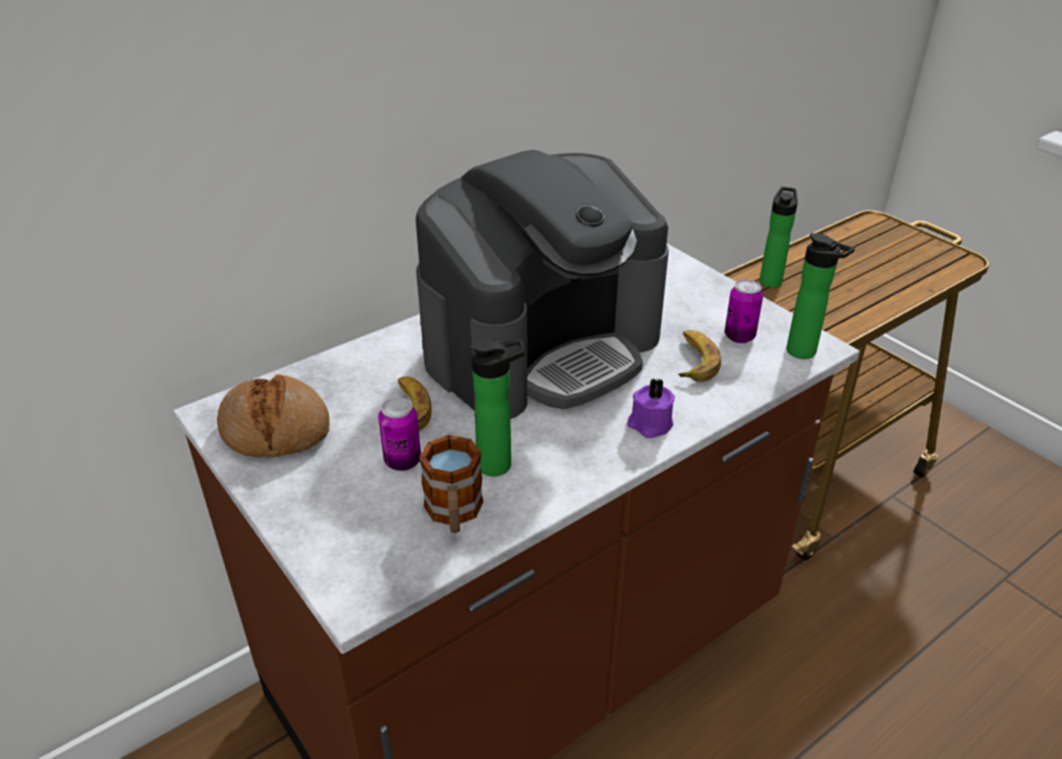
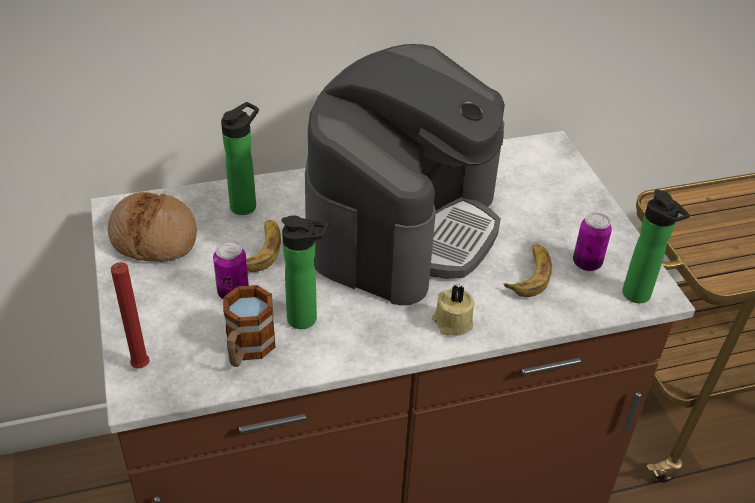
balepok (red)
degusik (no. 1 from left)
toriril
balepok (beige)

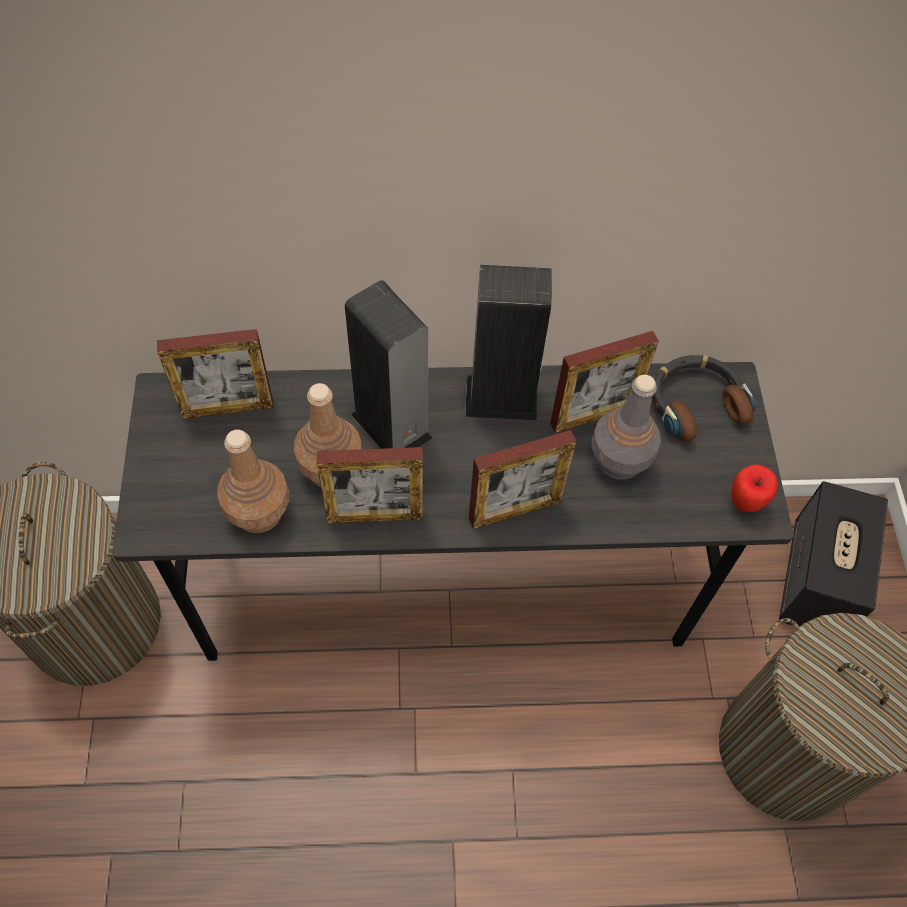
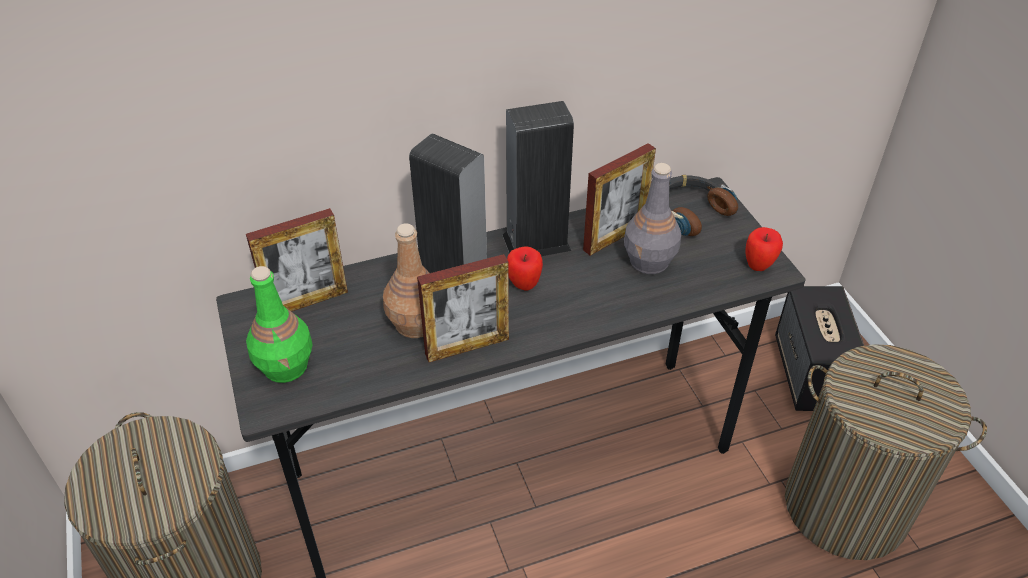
degusik (green)
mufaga (no. 1 from left)
degusik (brown) (no. 1 from left in the first image)
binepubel (no. 3 from left in the first image)

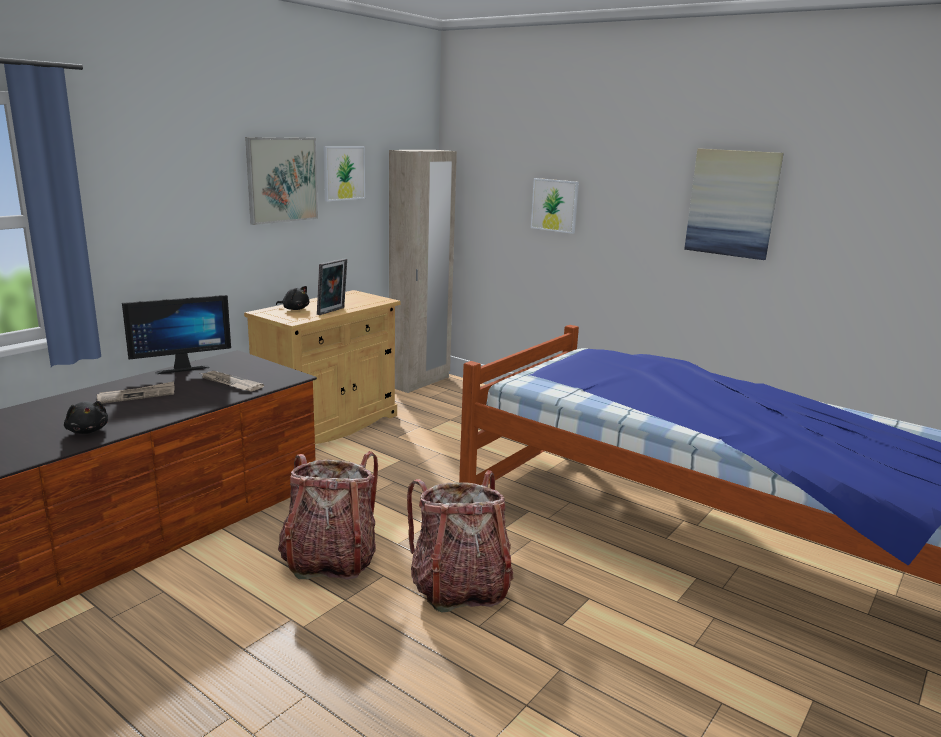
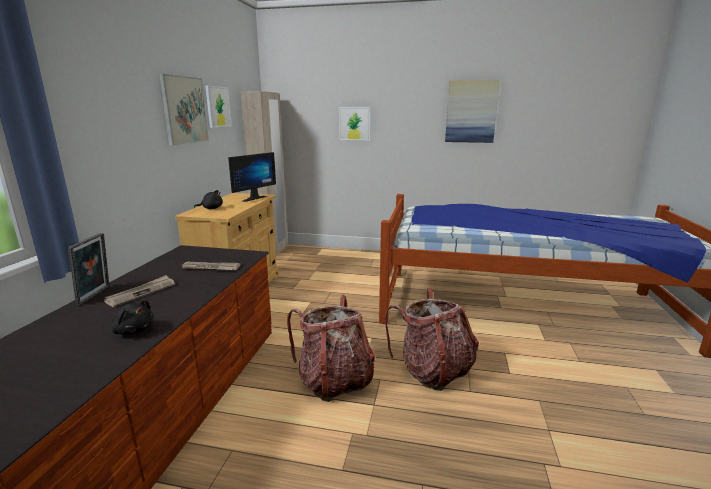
binepubel
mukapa

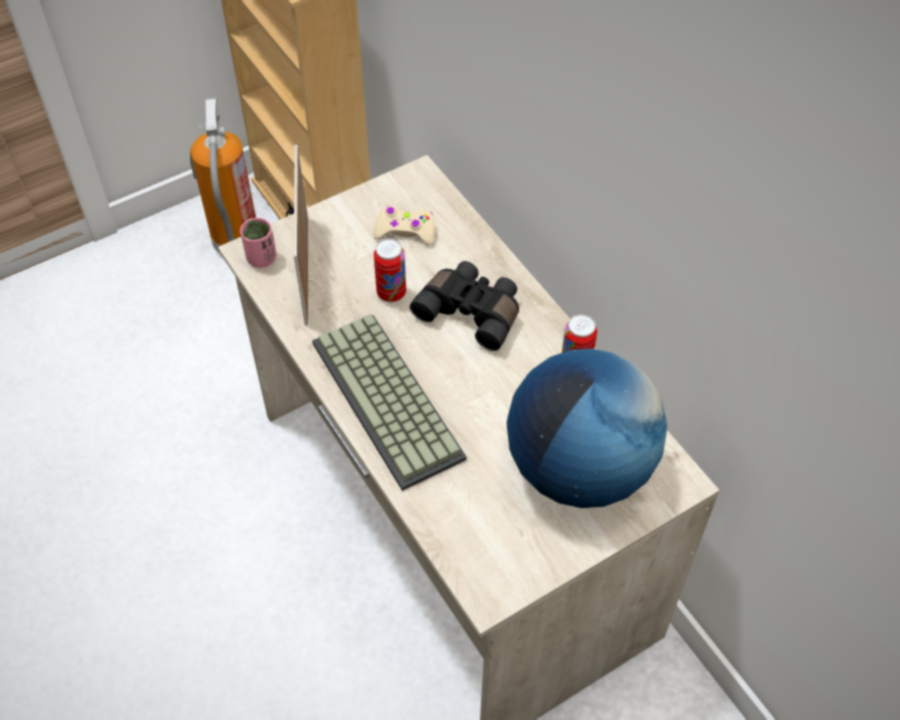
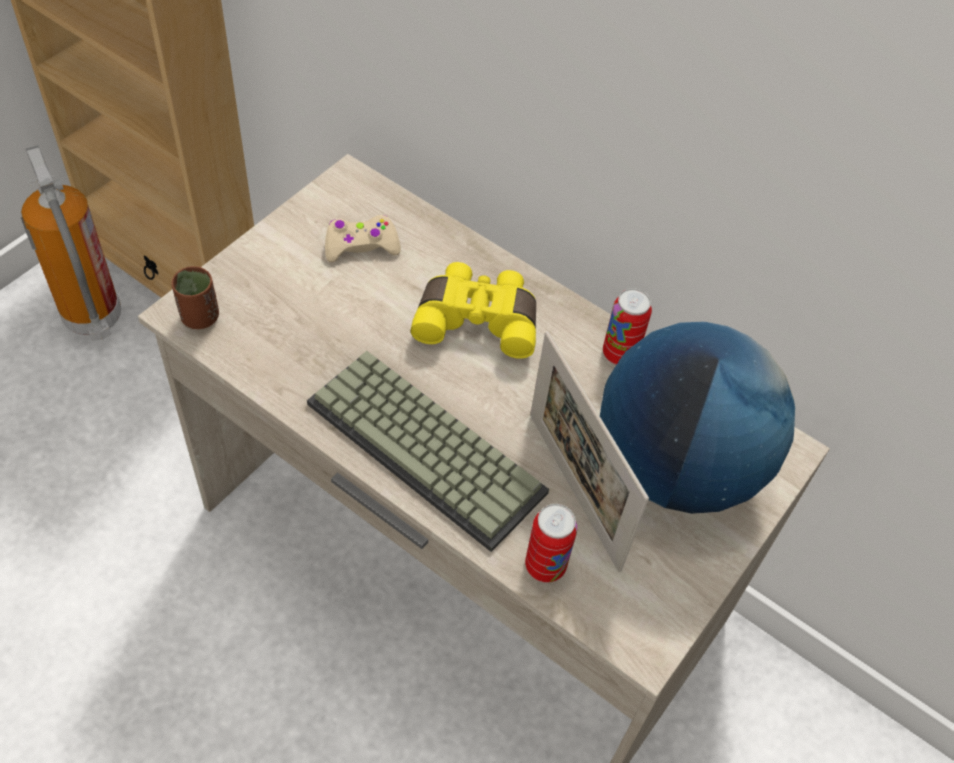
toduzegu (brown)
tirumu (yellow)
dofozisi (no. 1 from left)
binepubel

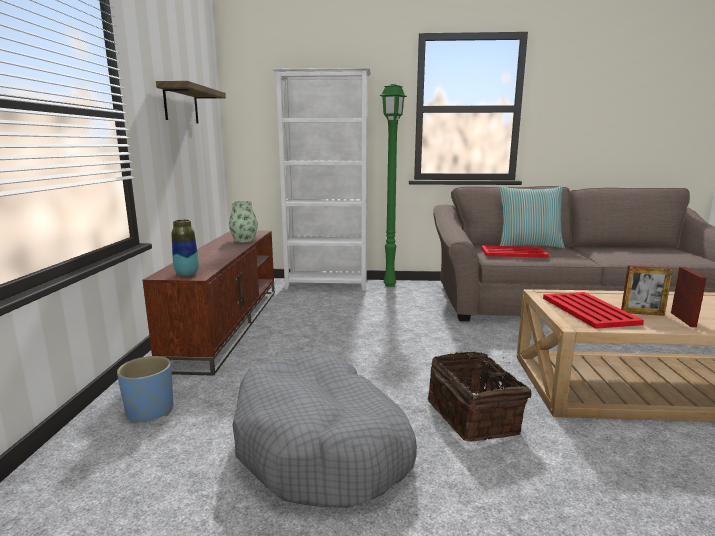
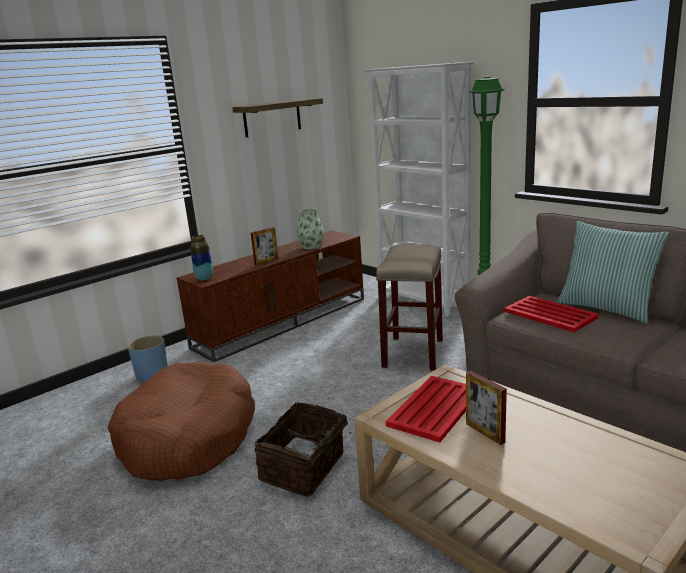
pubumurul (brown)
binepubel (no. 1 from left)
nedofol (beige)

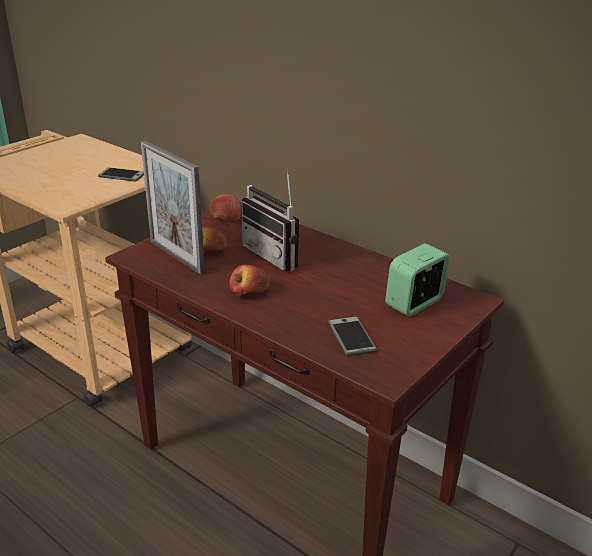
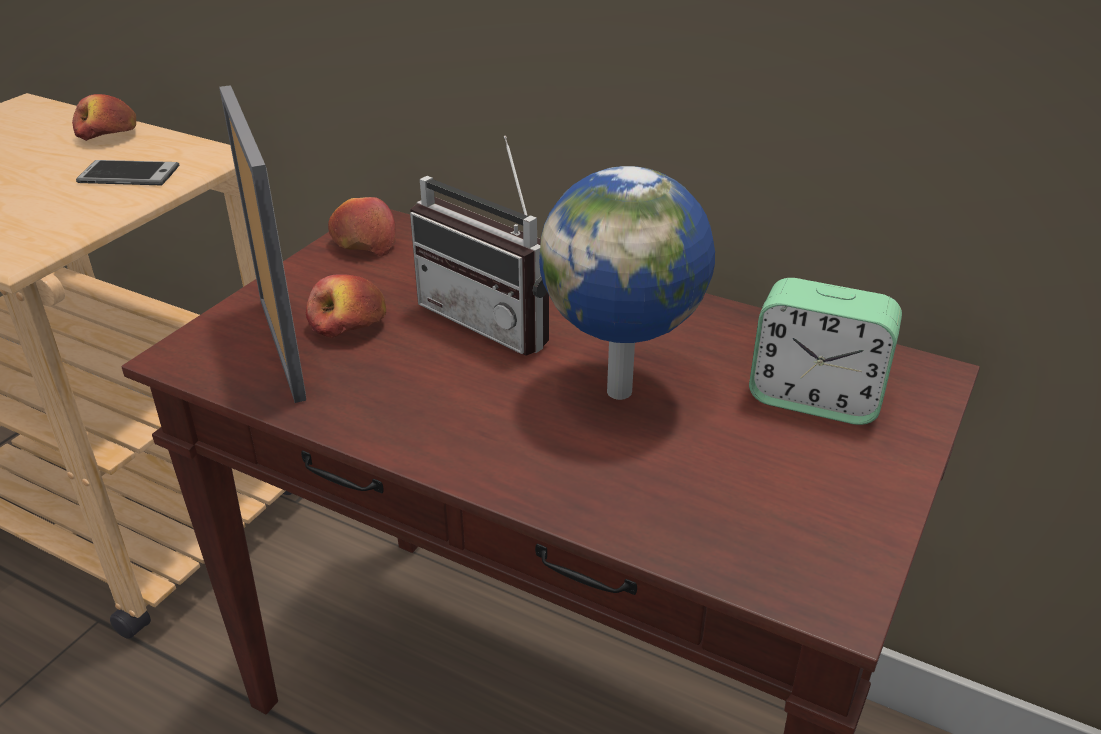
mufaga (no. 1 from left)
binepubel
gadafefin
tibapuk
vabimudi (no. 2 from left in the first image)

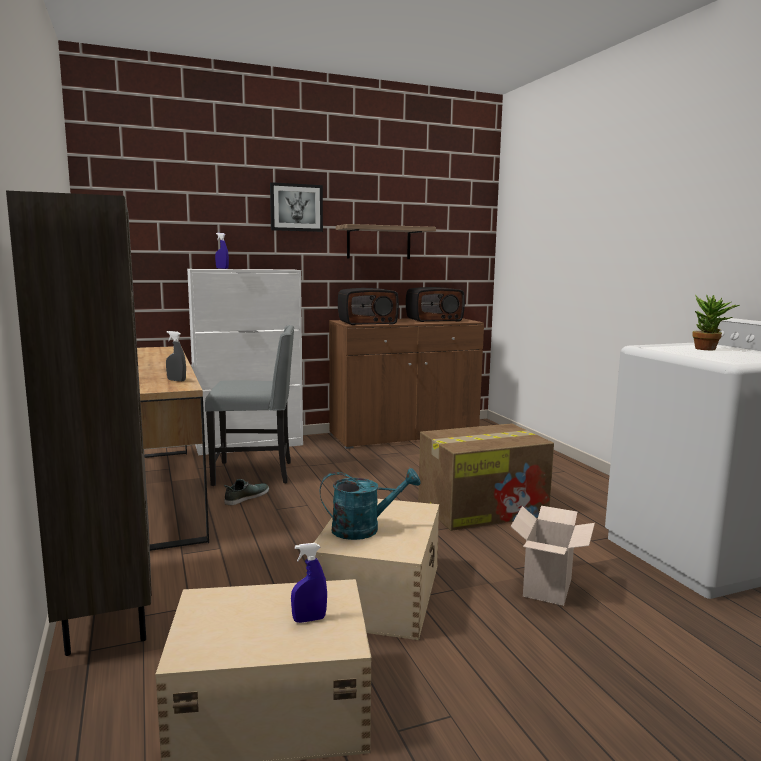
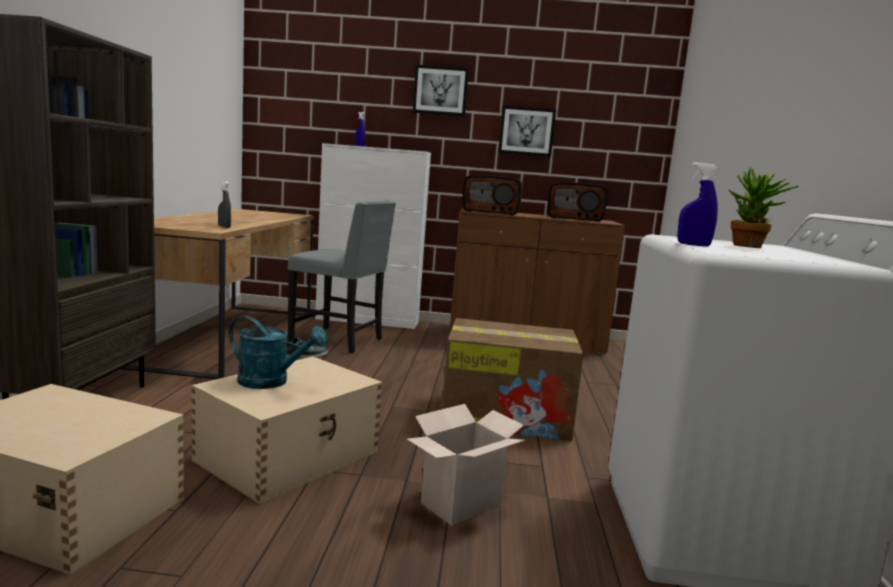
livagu (no. 2 from left)
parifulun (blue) (no. 2 from left)

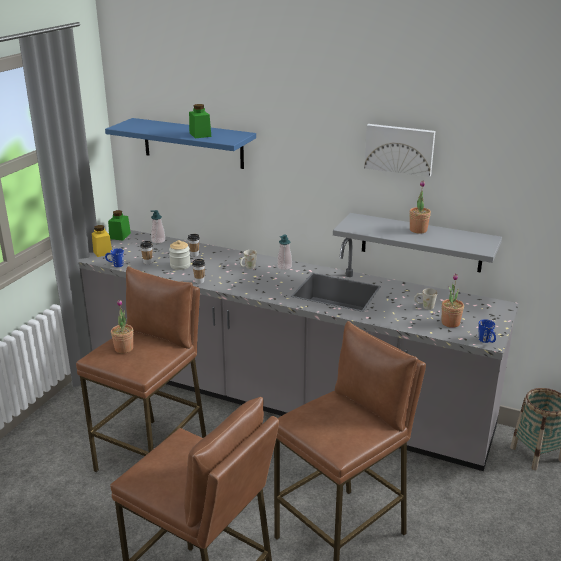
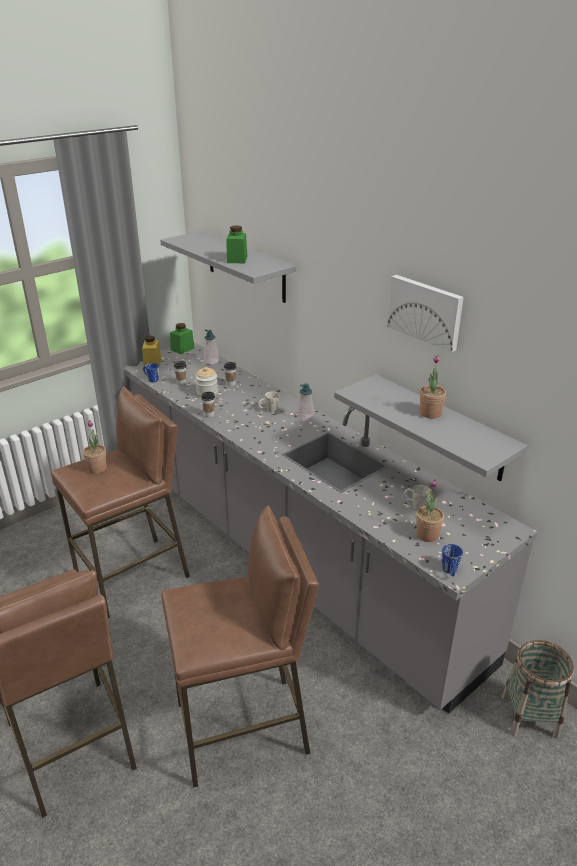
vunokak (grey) (no. 1 from left)

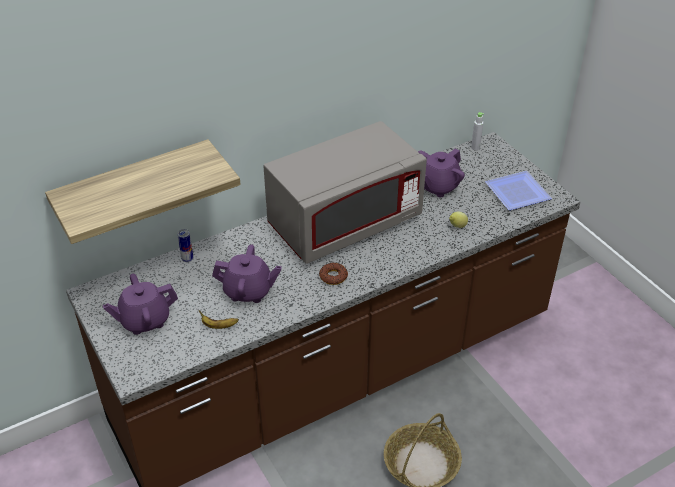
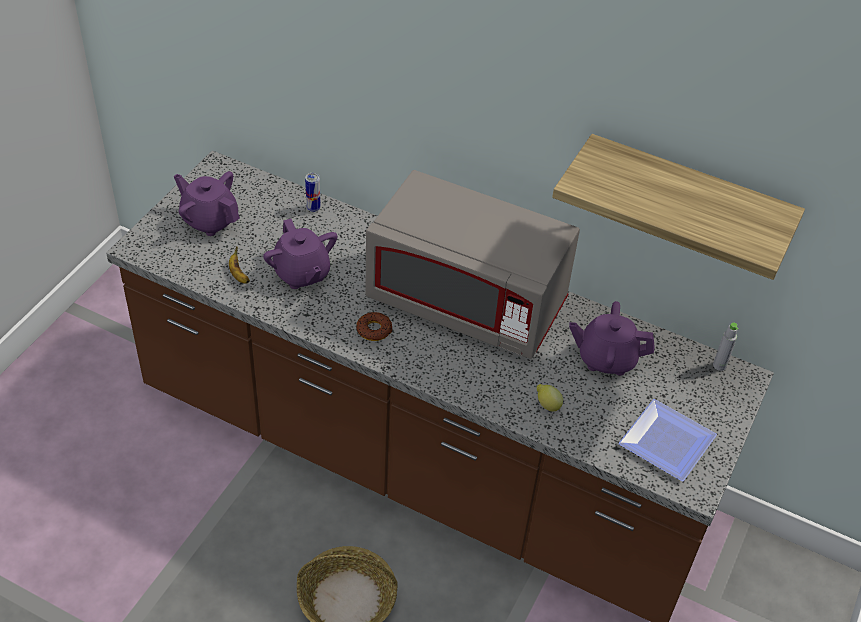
vunokak

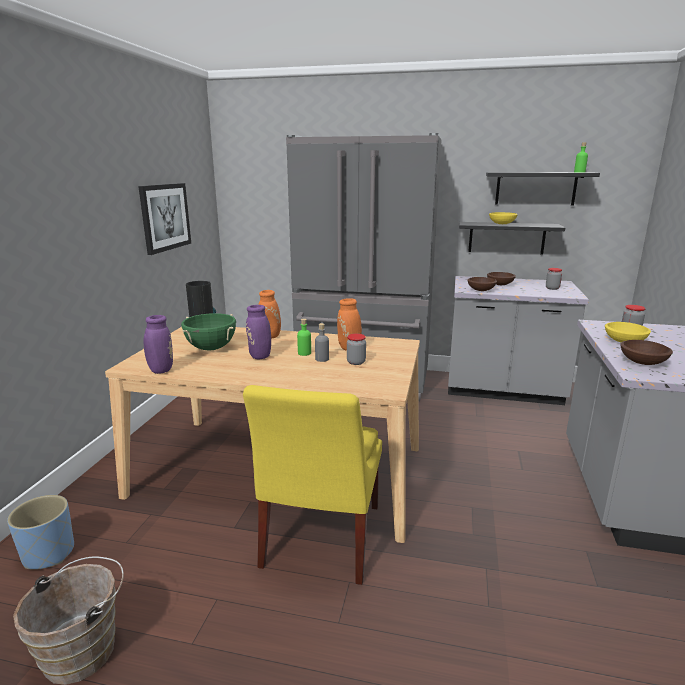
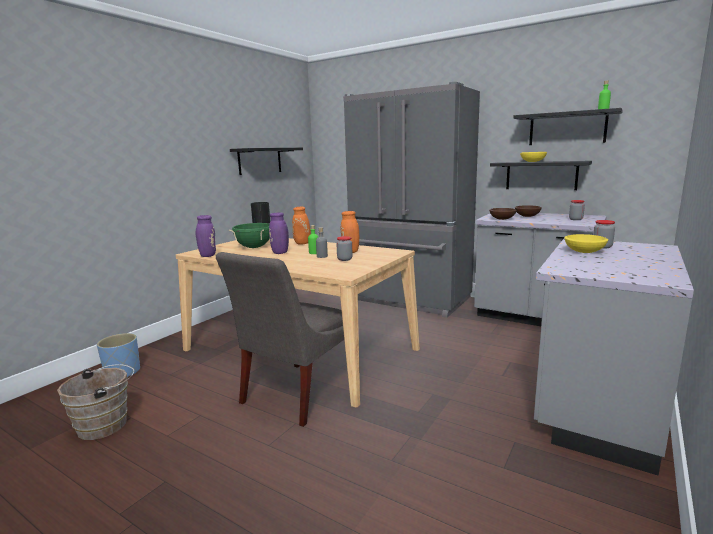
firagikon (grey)
vunokak (black) (no. 1 from left)
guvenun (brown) (no. 3 from left in the first image)

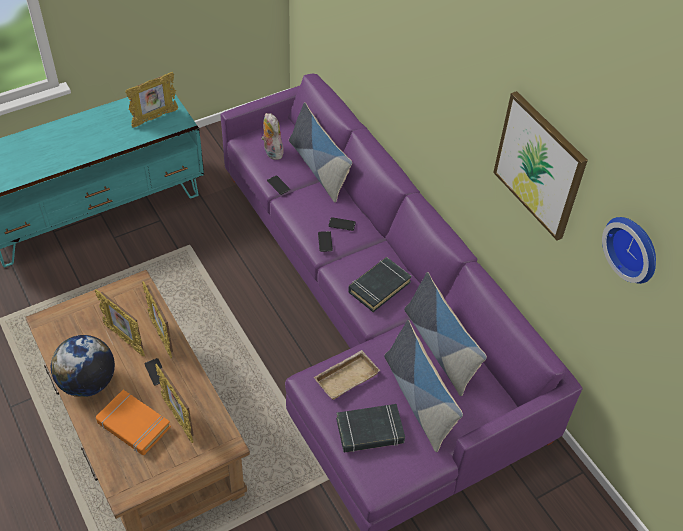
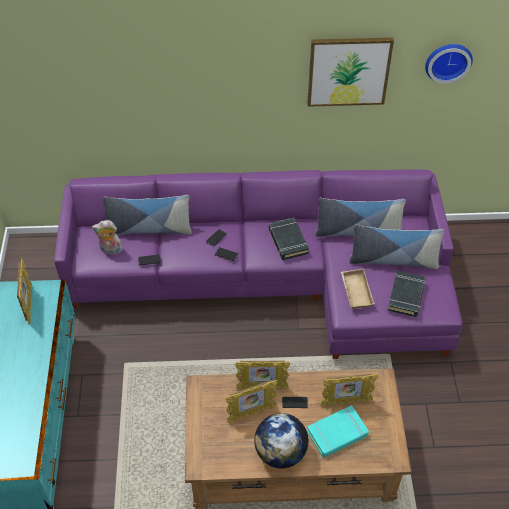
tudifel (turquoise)

